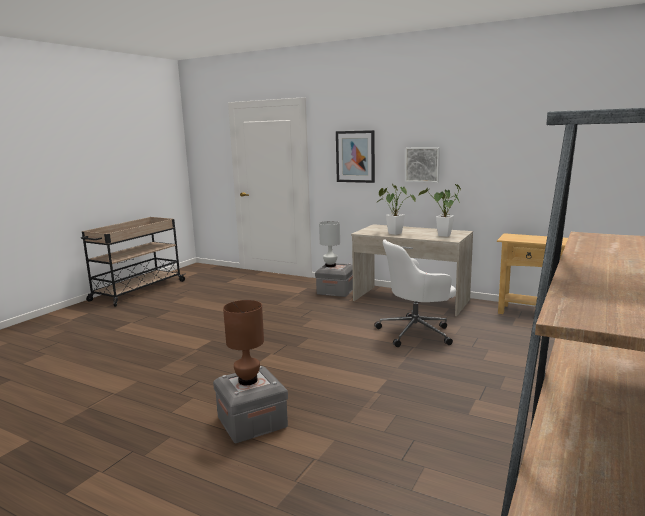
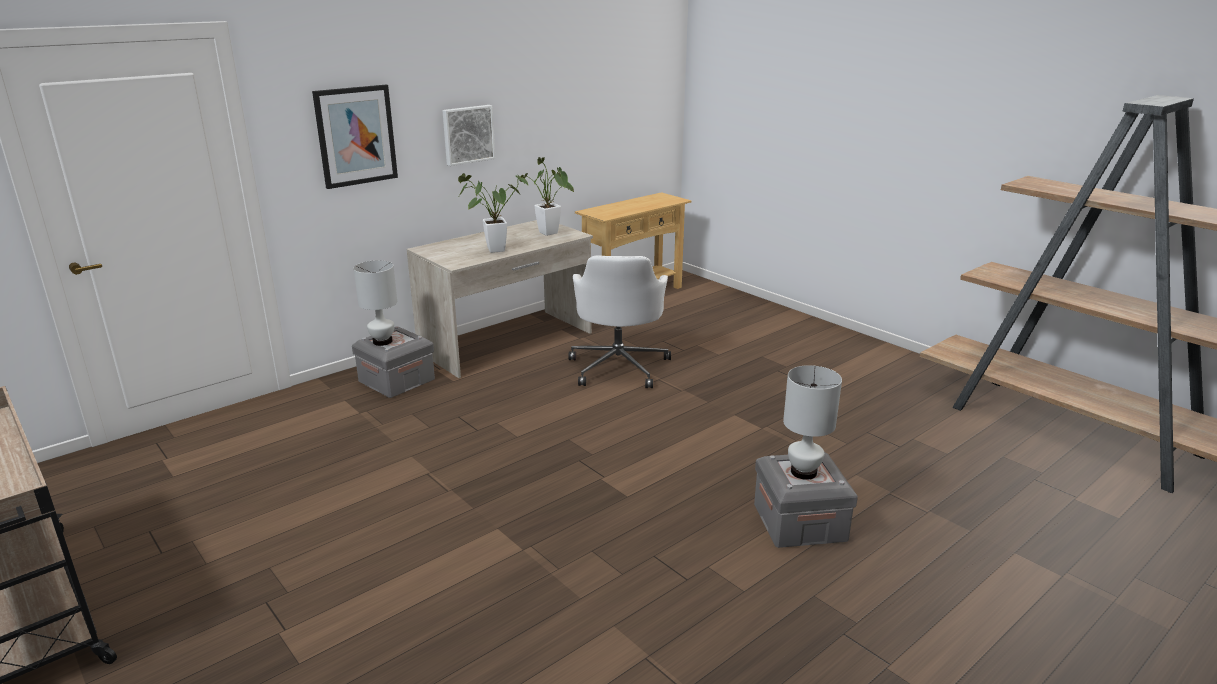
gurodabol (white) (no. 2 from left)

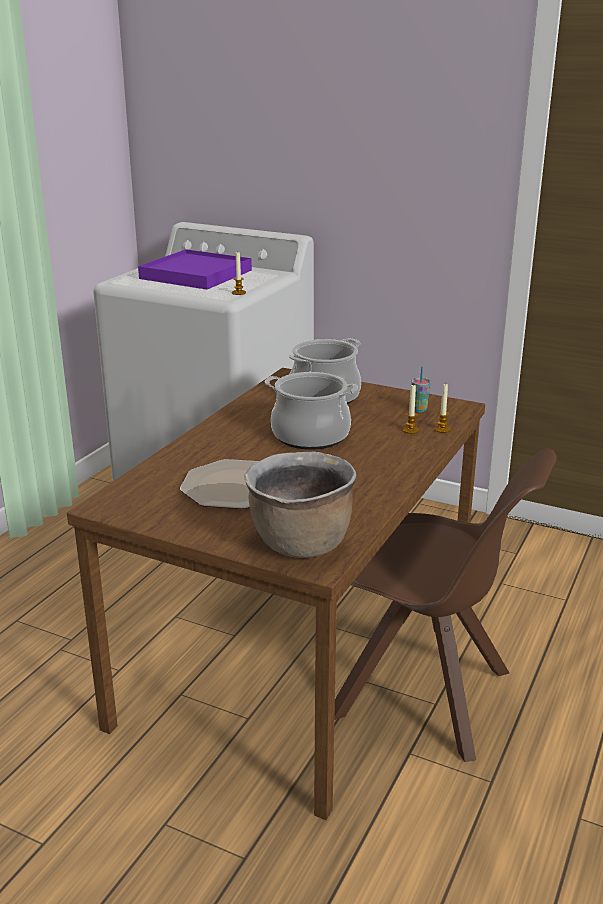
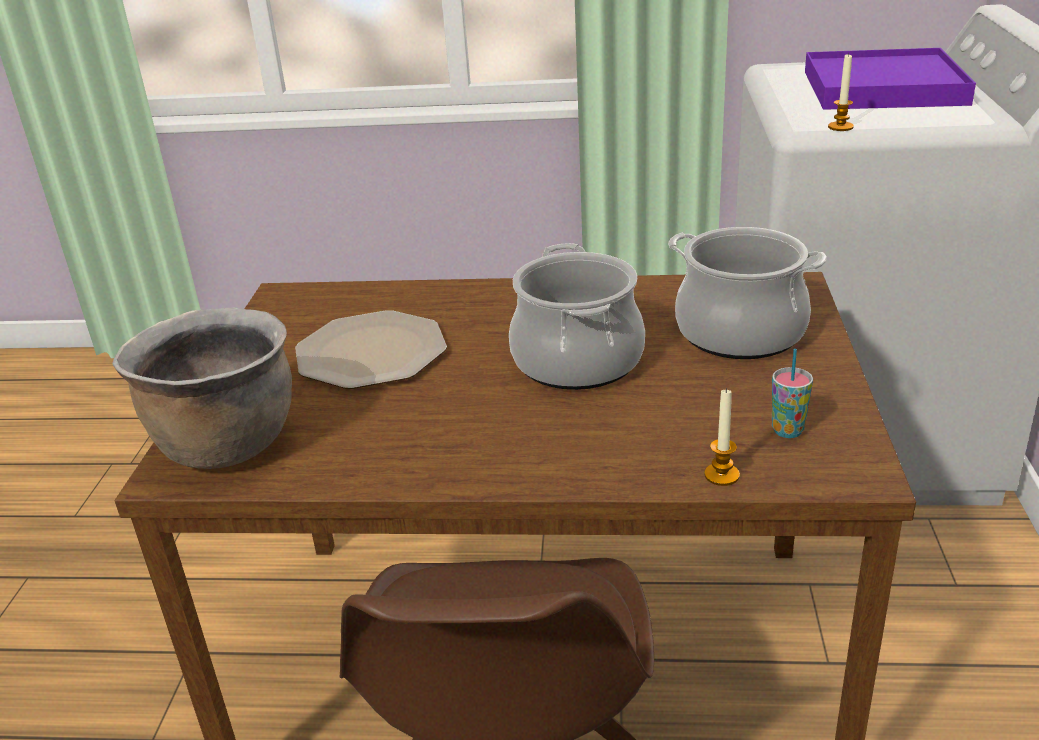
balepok (no. 2 from left in the first image)

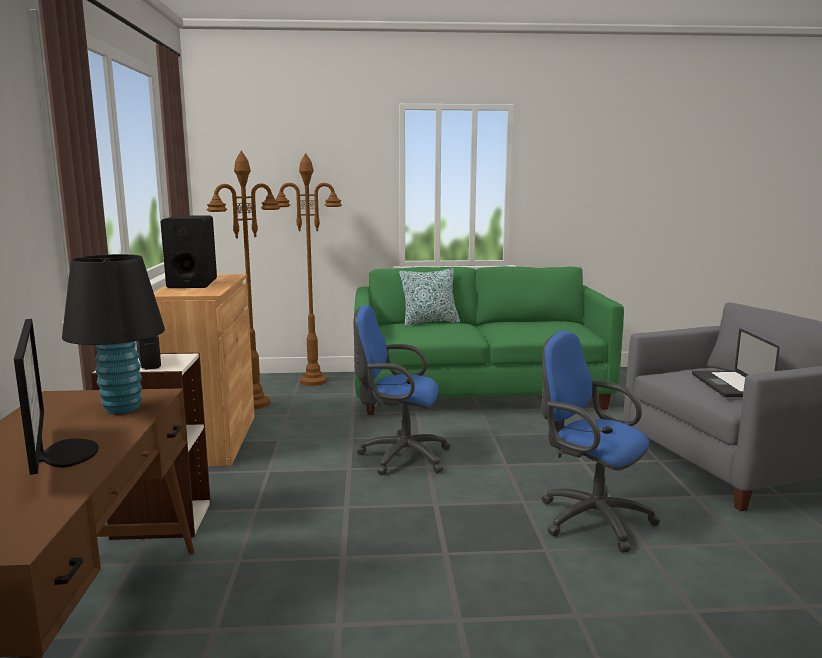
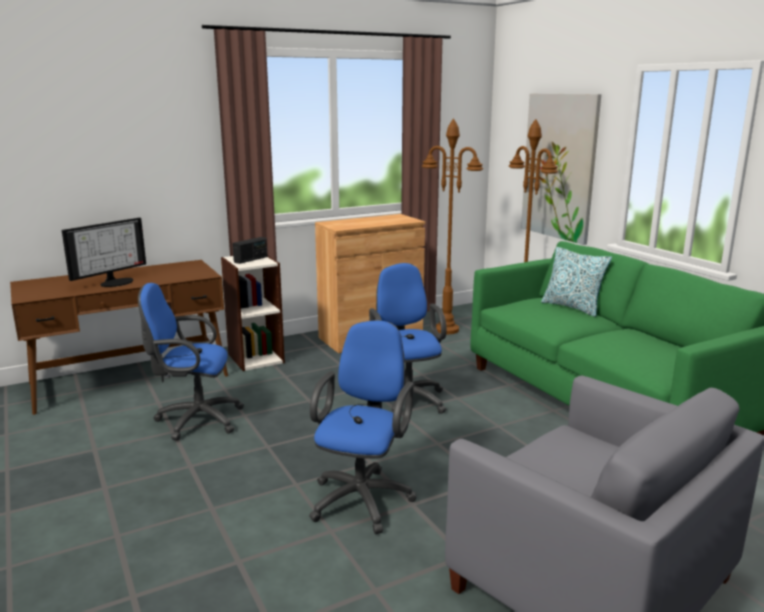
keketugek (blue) (no. 1 from left)
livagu
gurodabol (black)
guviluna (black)
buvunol

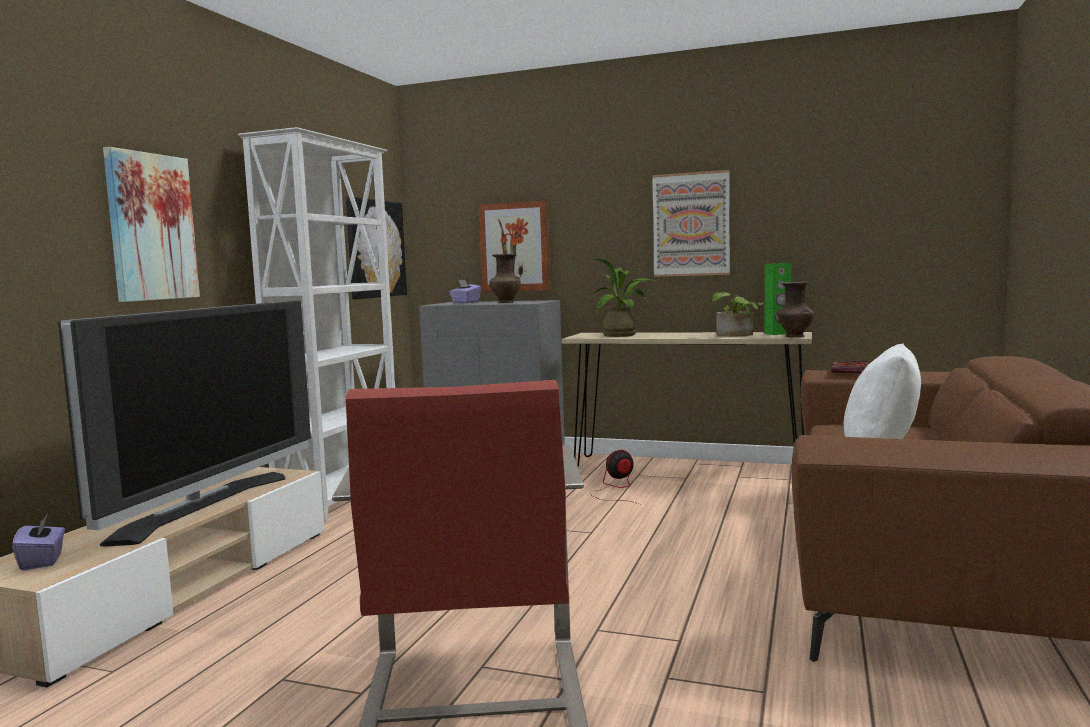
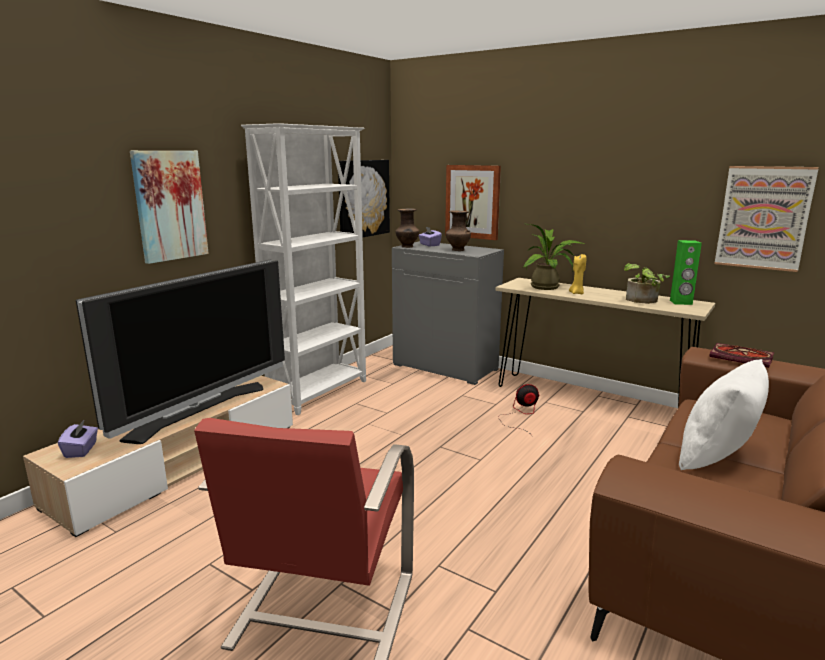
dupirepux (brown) (no. 1 from left)
balepok (yellow)
livagu (no. 4 from left)

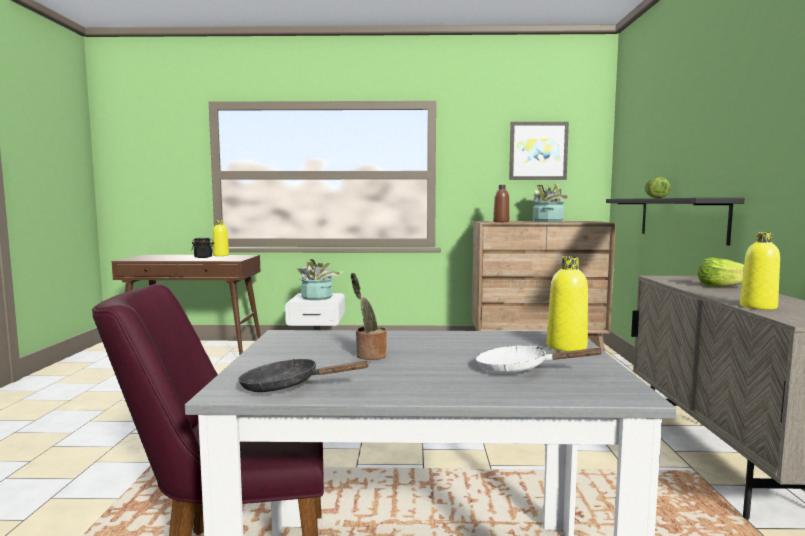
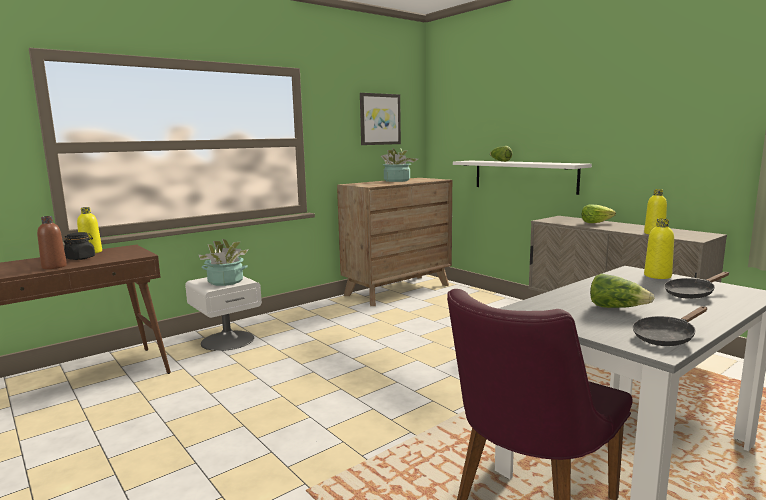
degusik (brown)
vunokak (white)
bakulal (no. 3 from left)
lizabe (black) (no. 2 from left)

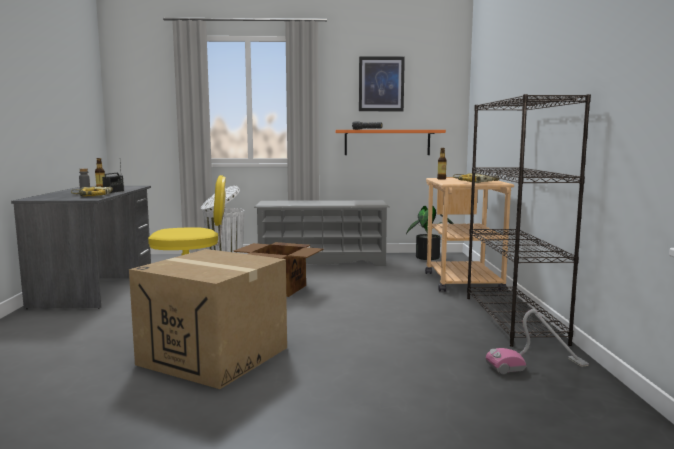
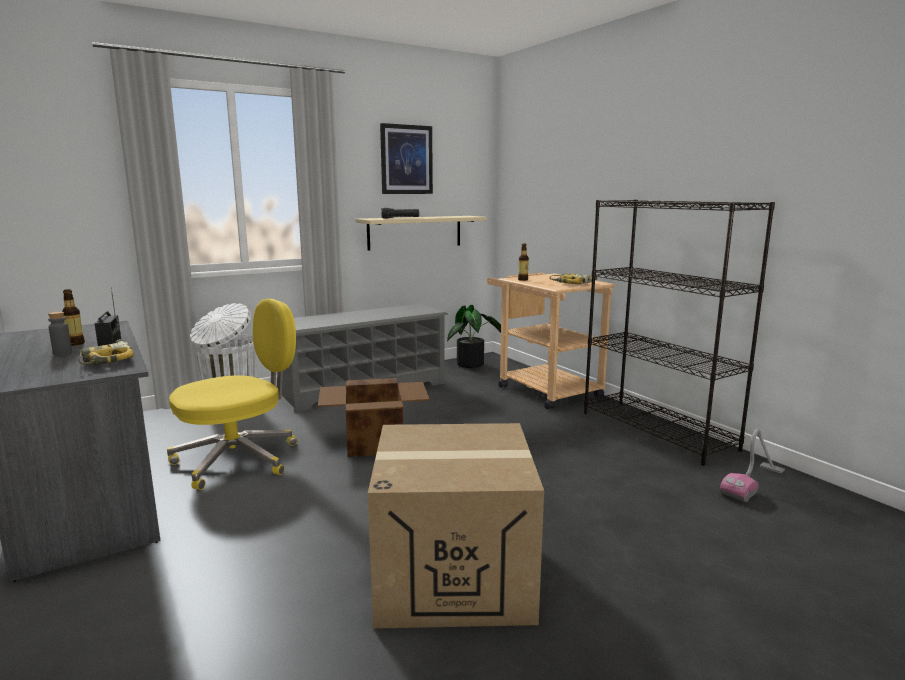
vunokak (beige)

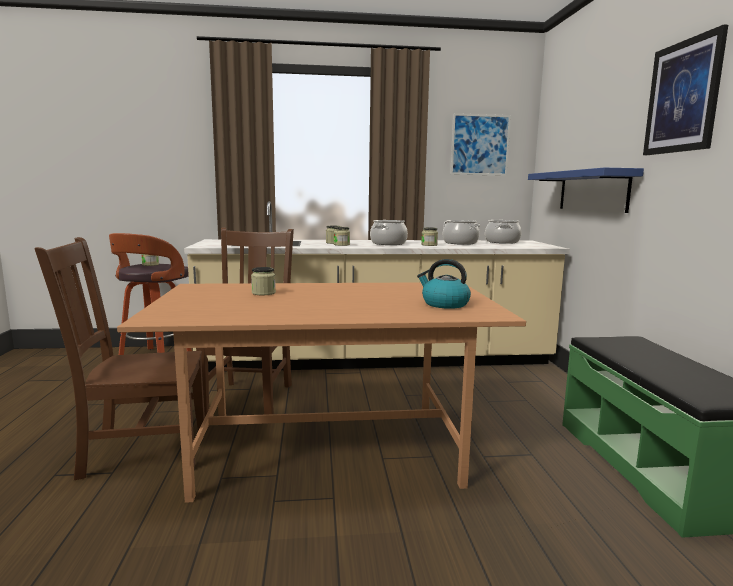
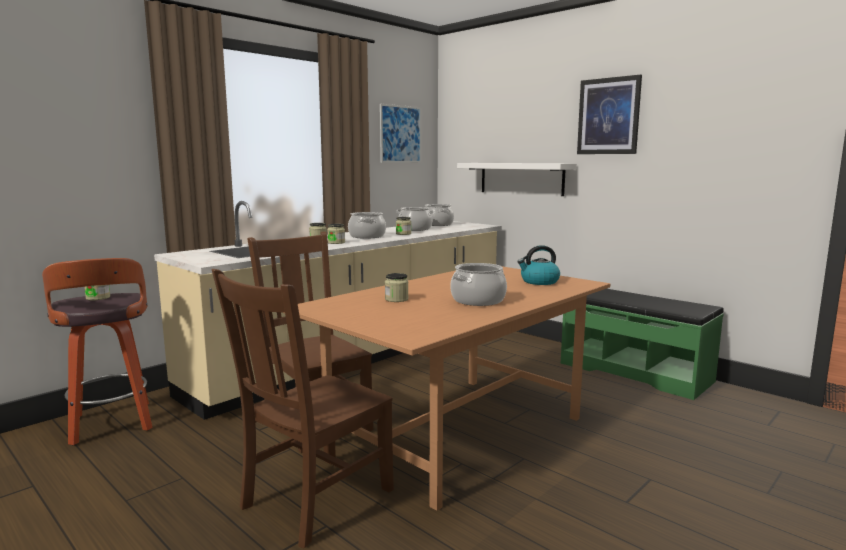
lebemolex (no. 4 from left)
vunokak (white)

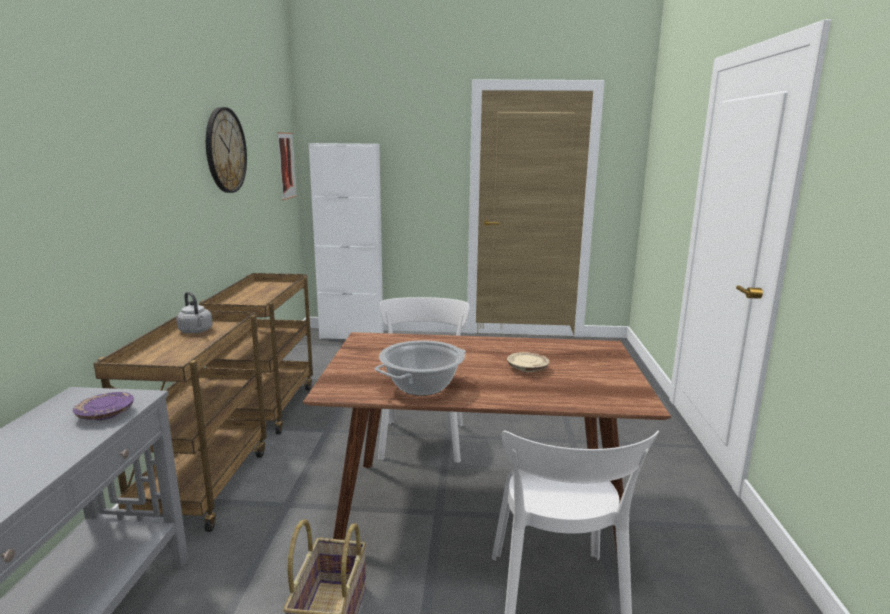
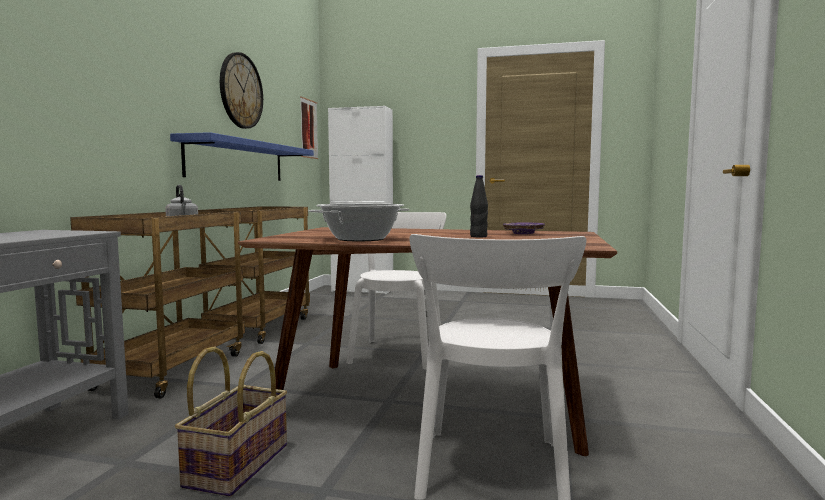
vunokak (blue)
degusik (black)
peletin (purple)

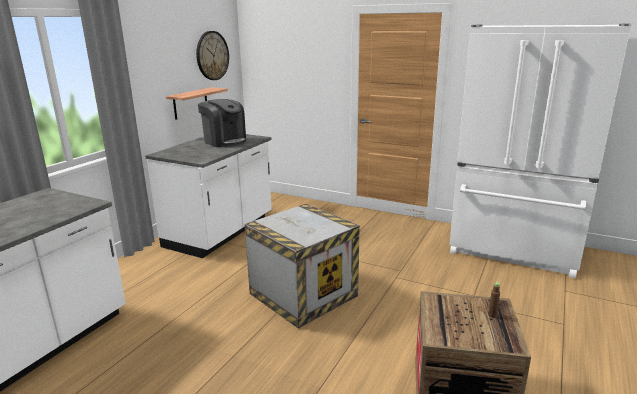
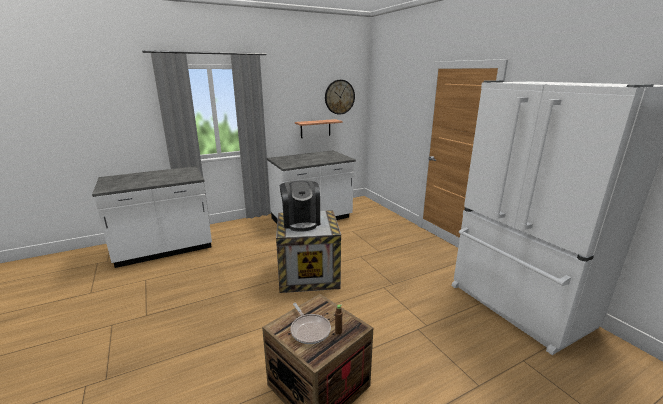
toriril
lizabe

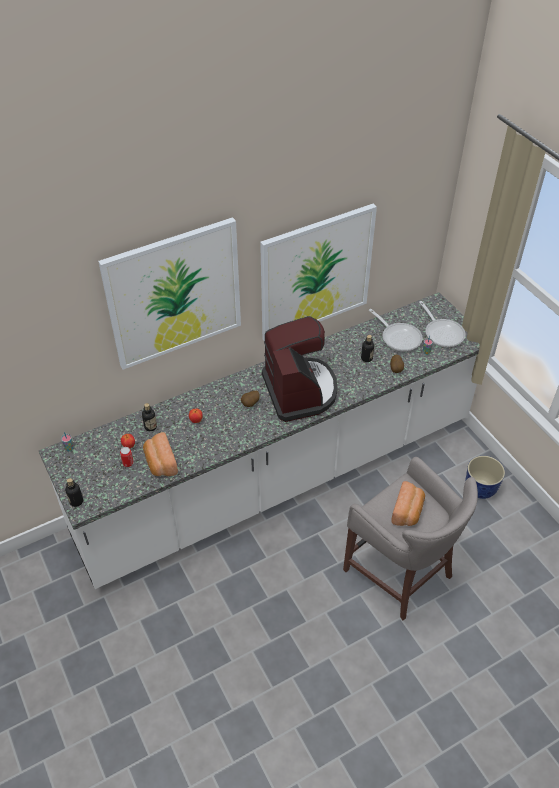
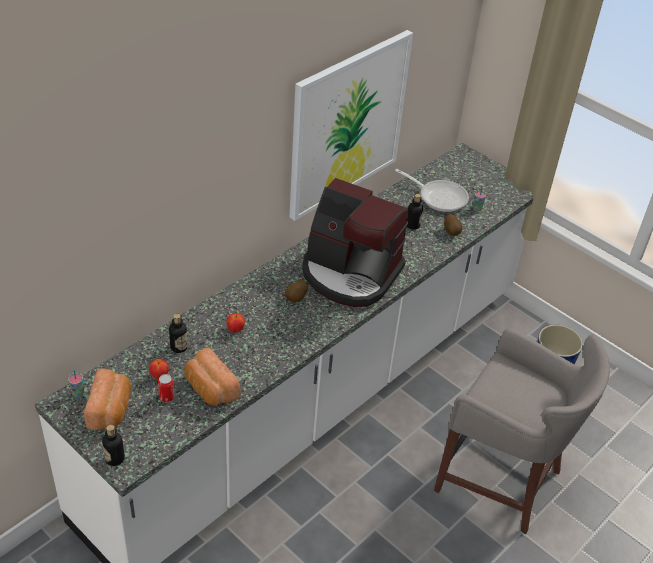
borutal (no. 1 from left)
toriril
livagu (no. 1 from left in the first image)
lizabe (no. 2 from left in the first image)

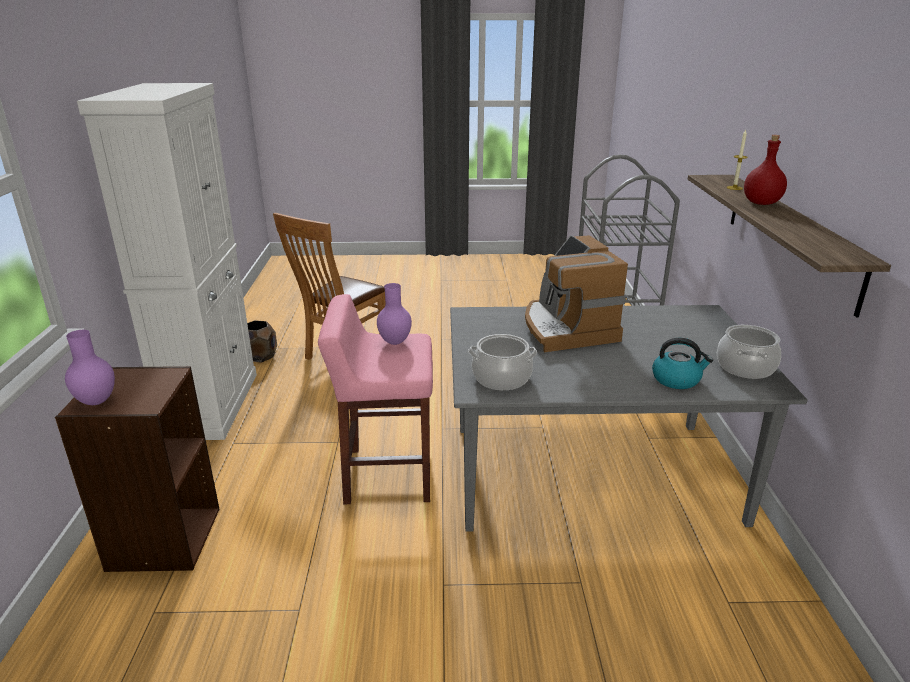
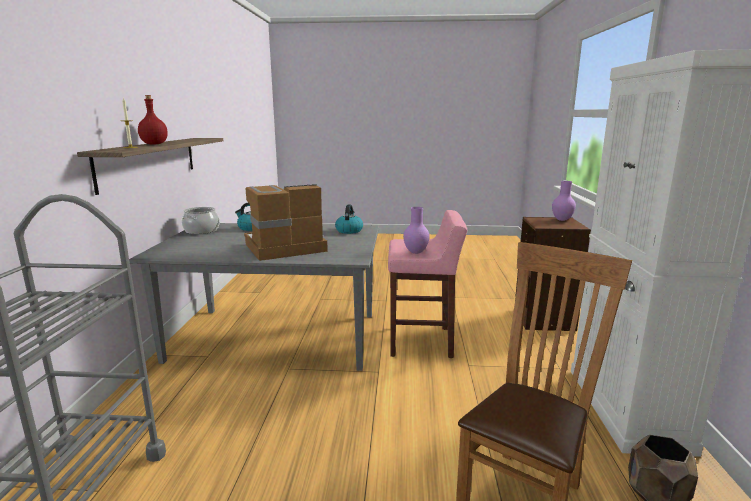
toriril
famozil (no. 2 from left)

